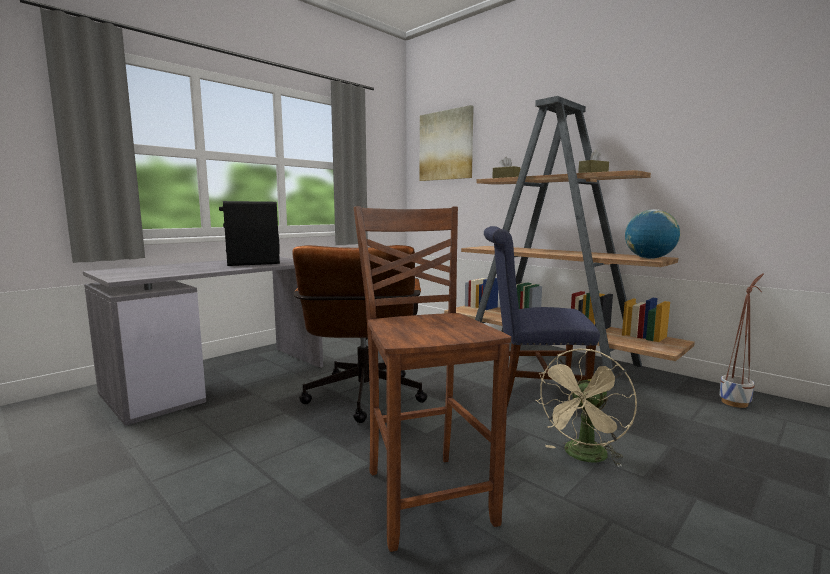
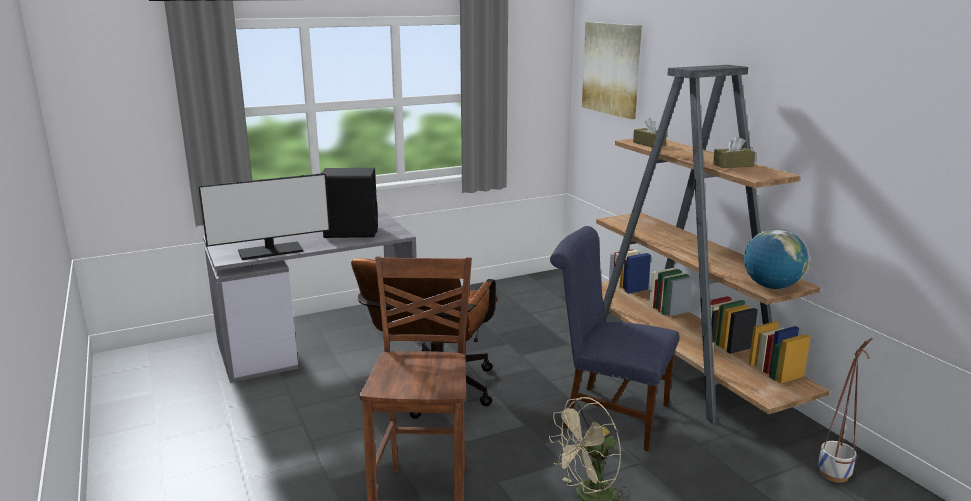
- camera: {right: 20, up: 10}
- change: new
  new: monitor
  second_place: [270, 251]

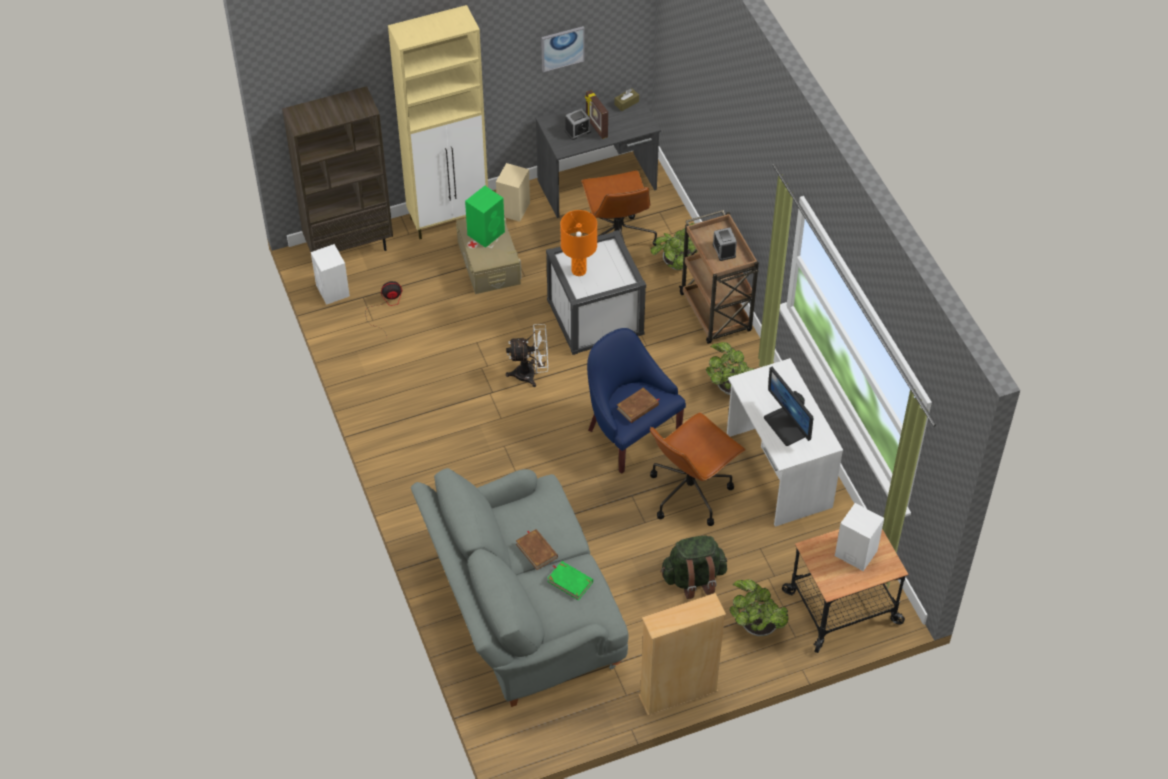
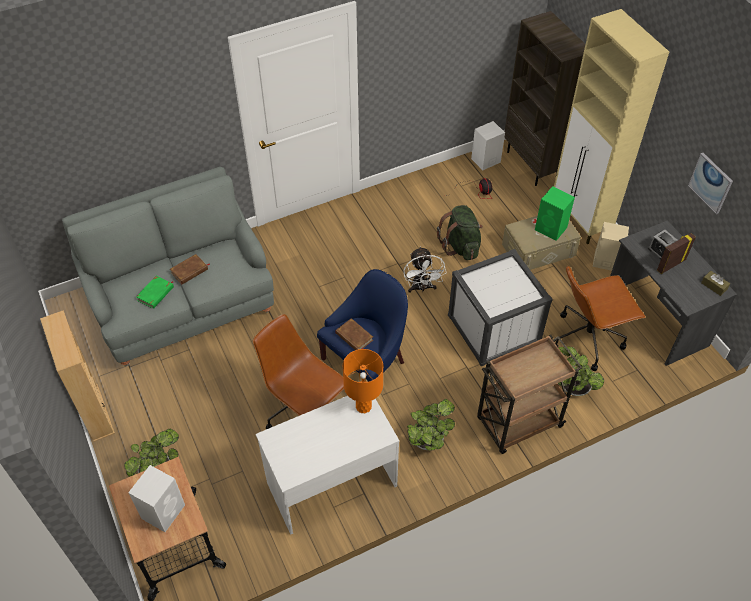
- camera: {right: 85, up: 0}
- change: gone
  old: alarm clock
  first_place: [724, 250]
- change: gone
  old: monitor
  first_place: [787, 426]
- change: shifted
  old: orange table lamp
  first_place: [579, 271]
  second_place: [363, 406]
- change: shifted
  old: green backpack
  first_place: [693, 578]
  second_place: [460, 246]

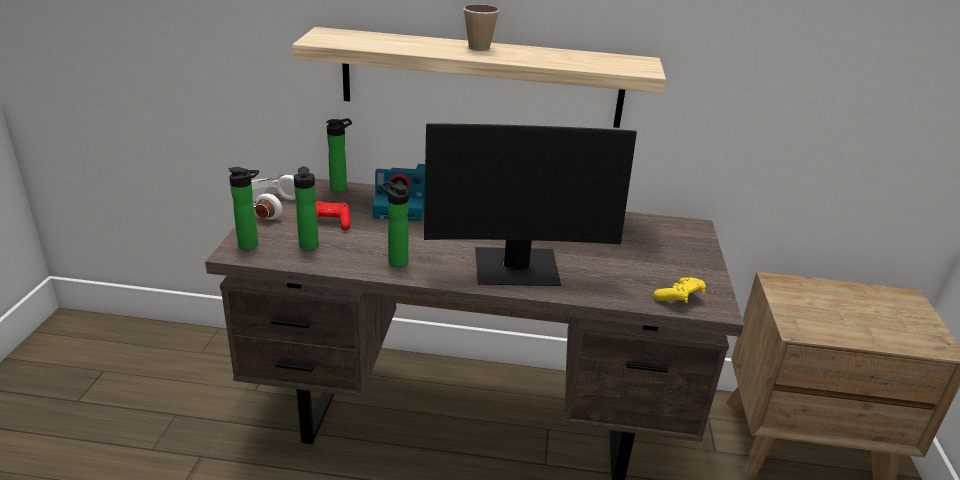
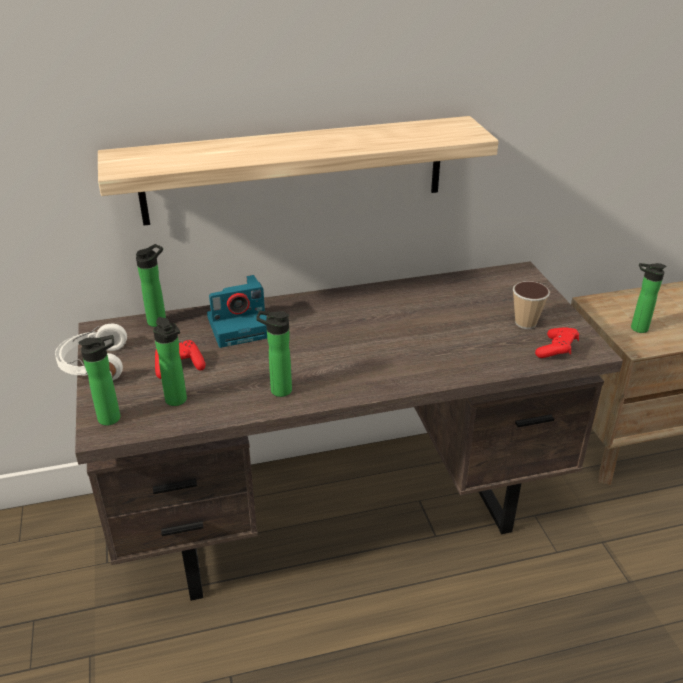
- camera: {right: -20, up: 5}
- change: gone
  old: monitor
  first_place: [516, 269]
- change: new
  new: bottle
  second_place: [636, 328]
- change: shifted
  old: cup
  first_place: [479, 48]
  second_place: [525, 323]
- change: repainted
  old: yellow game controller
  new: red game controller
  first_place: [679, 298]
  second_place: [556, 350]

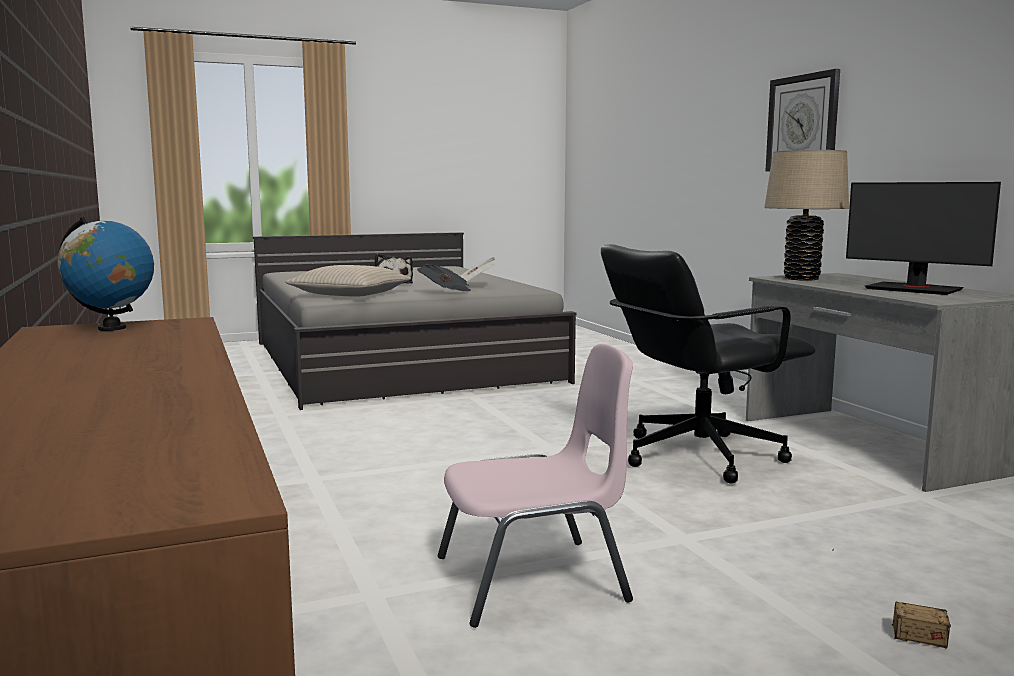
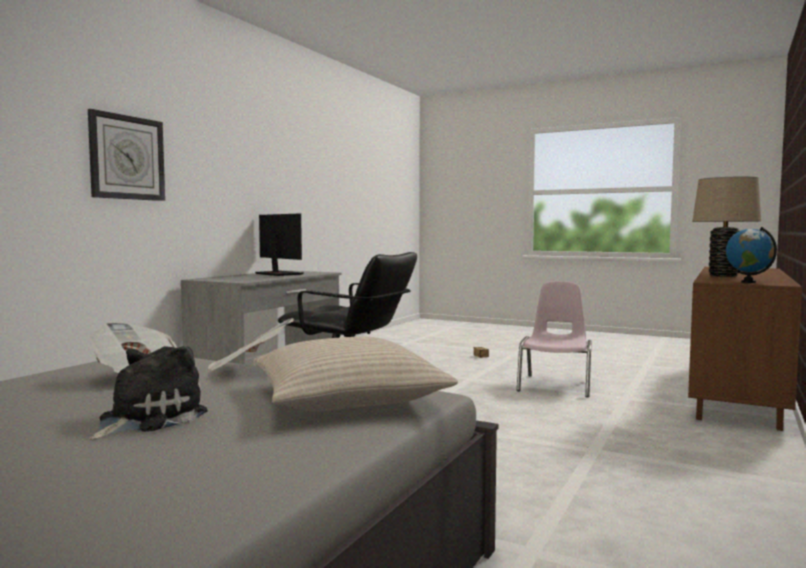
- camera: {right: -130, up: -5}
- change: shifted
  old: beige table lamp
  first_place: [801, 278]
  second_place: [723, 275]
- change: rotated
  old: pink chair
  first_place: [534, 580]
  second_place: [556, 385]
  degrees: 75
- change: rotated
  old: monitor
  first_place: [914, 289]
  second_place: [278, 274]
  degrees: -45

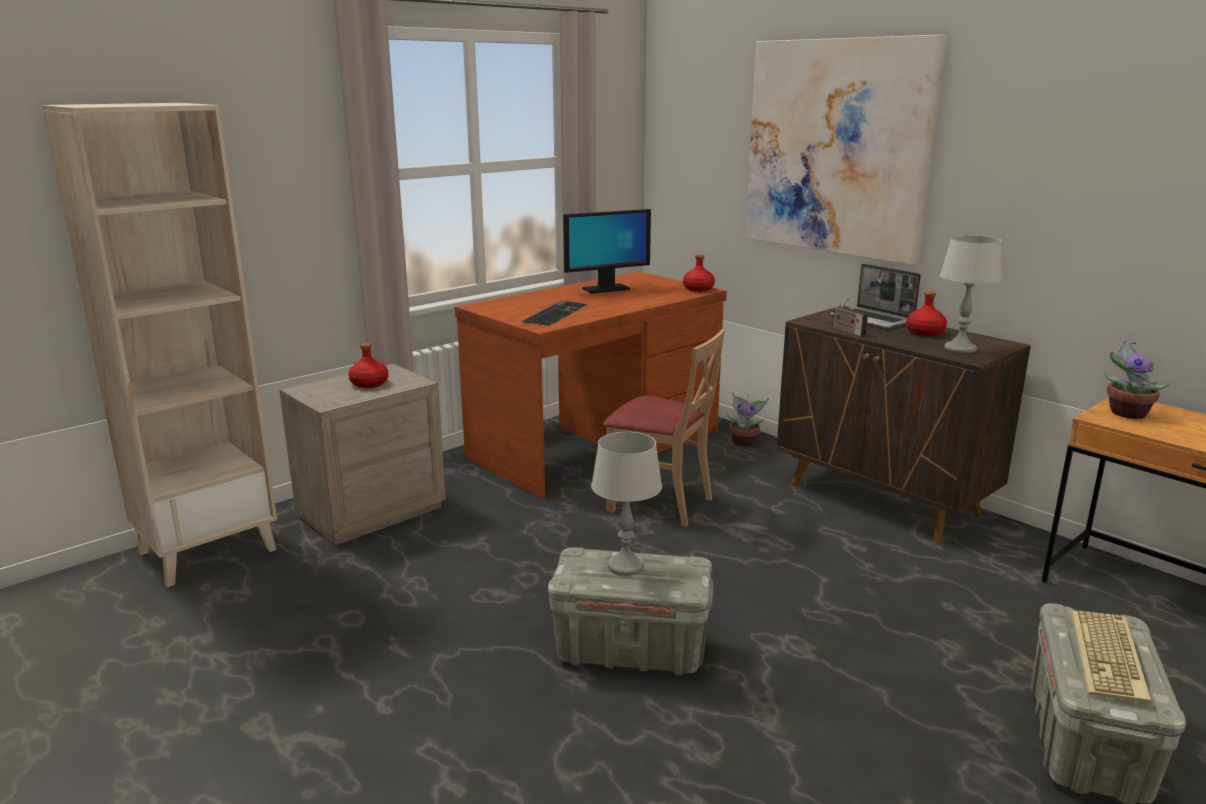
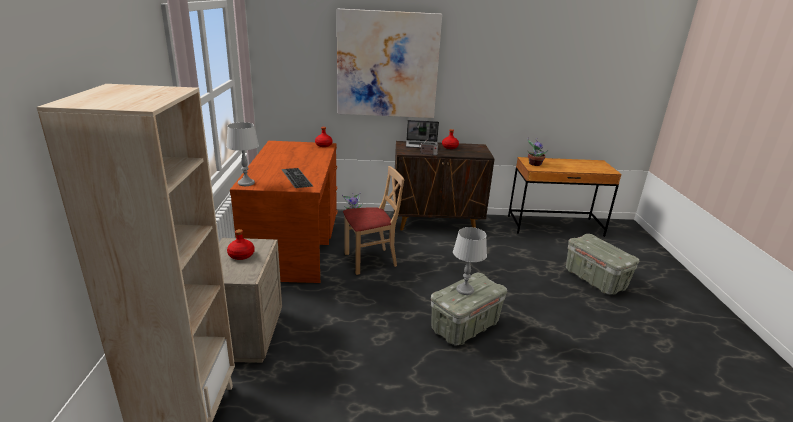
- camera: {right: -50, up: 5}
- change: gone
  old: monitor
  first_place: [605, 289]
- change: gone
  old: keyboard
  first_place: [1110, 657]
- change: shifted
  old: grey table lamp
  first_place: [960, 349]
  second_place: [246, 183]

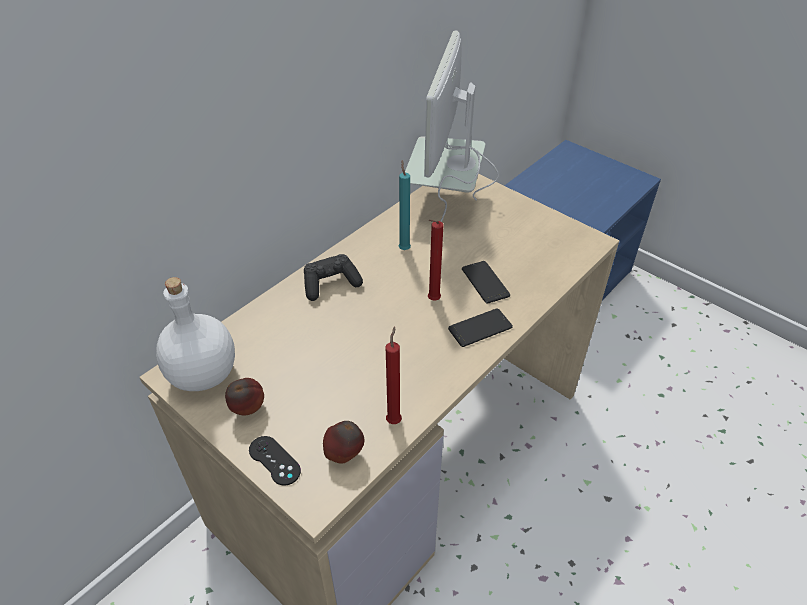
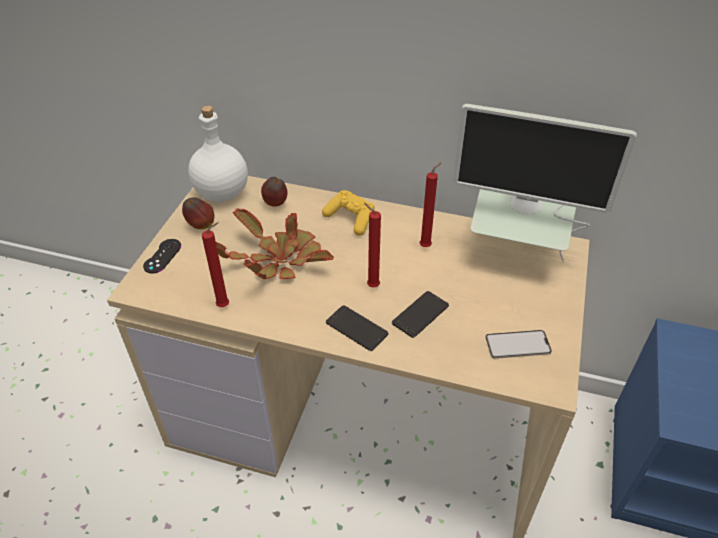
- camera: {right: 65, up: 0}
- change: new
  new: potted plant
  second_place: [278, 261]
- change: new
  new: phone
  second_place: [518, 344]
- change: shifted
  old: apple
  first_place: [344, 455]
  second_place: [276, 205]
- change: repainted
  old: black game controller
  new: yellow game controller
  first_place: [330, 284]
  second_place: [350, 219]
- change: repainted
  old: turquoise candle
  new: red candle
  first_place: [404, 248]
  second_place: [427, 246]
- change: rotated
  old: monitor
  first_place: [446, 202]
  second_place: [516, 252]
  degrees: -150

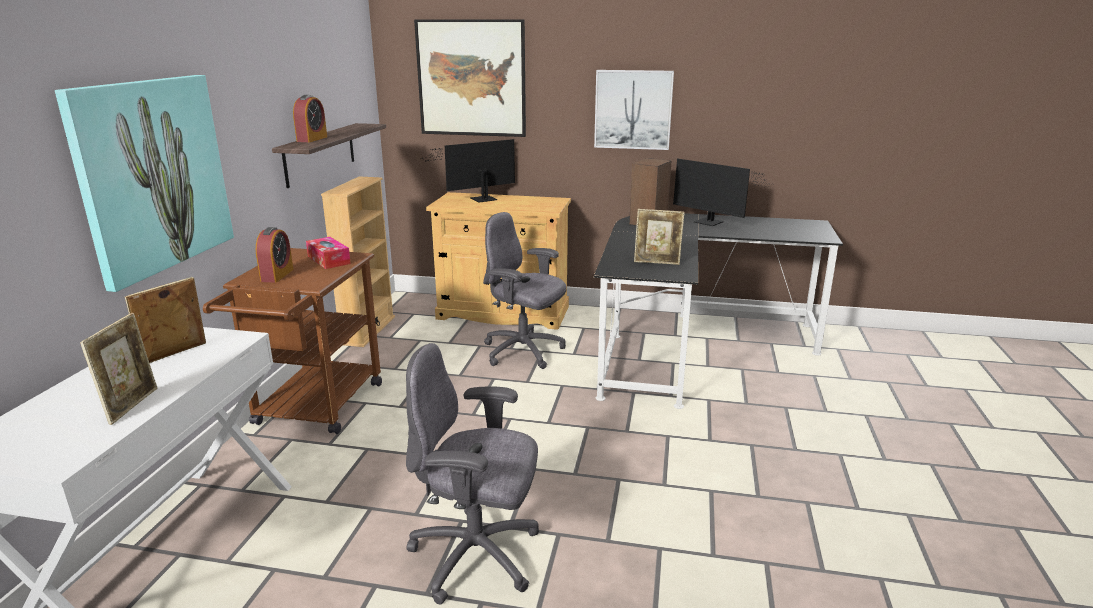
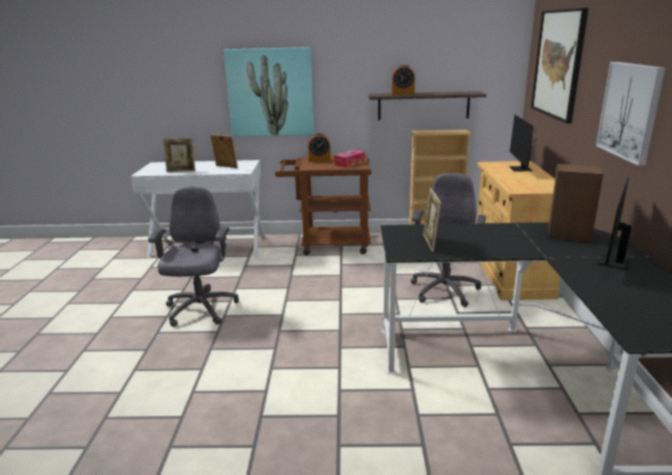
- camera: {right: 80, up: 0}
- change: rotated
  old: monitor
  first_place: [479, 199]
  second_place: [520, 169]
  degrees: -135

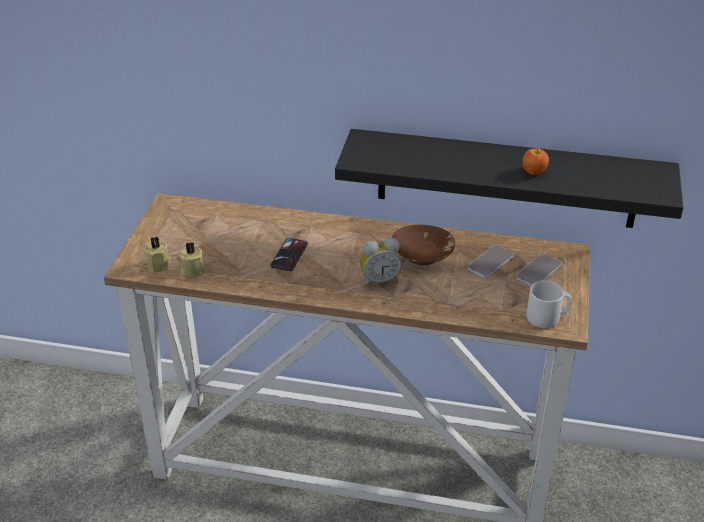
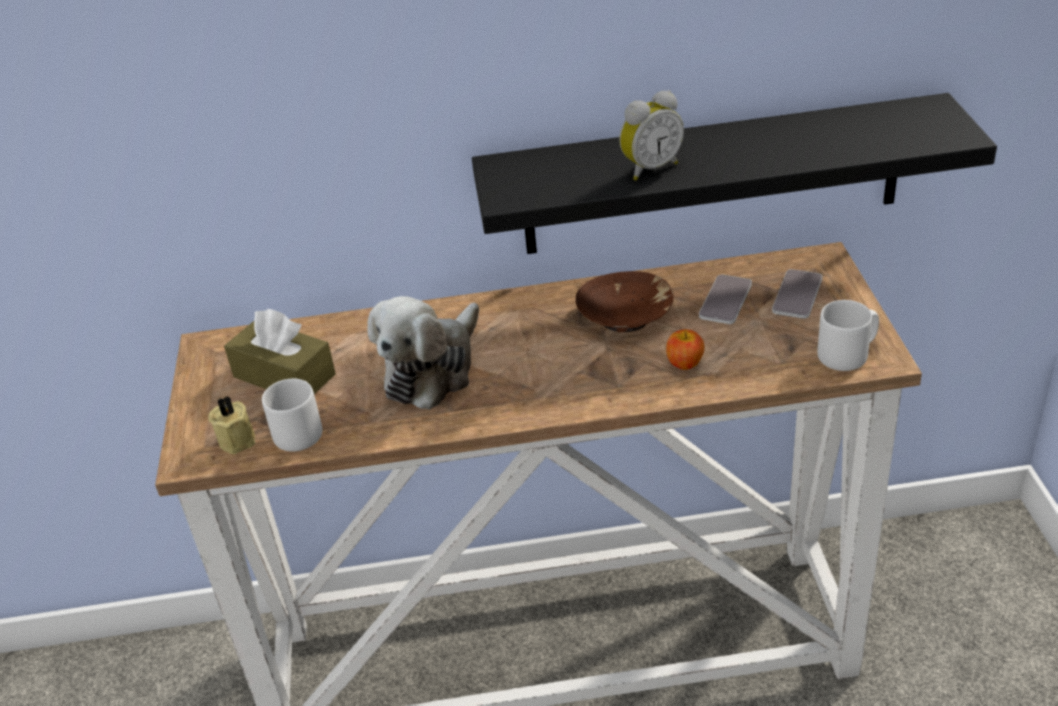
- camera: {right: -15, up: 0}
- change: new
  new: brown tissue box
  second_place: [284, 376]
- change: shifted
  old: alarm clock
  first_place: [379, 280]
  second_place: [650, 168]
- change: shifted
  old: apple
  first_place: [534, 171]
  second_place: [685, 363]
- change: swapped
  old: beige candle
  new: grey mug
  first_place: [192, 269]
  second_place: [294, 432]
- change: swapped
  old: phone
  new: plush toy
  first_place: [289, 255]
  second_place: [432, 369]

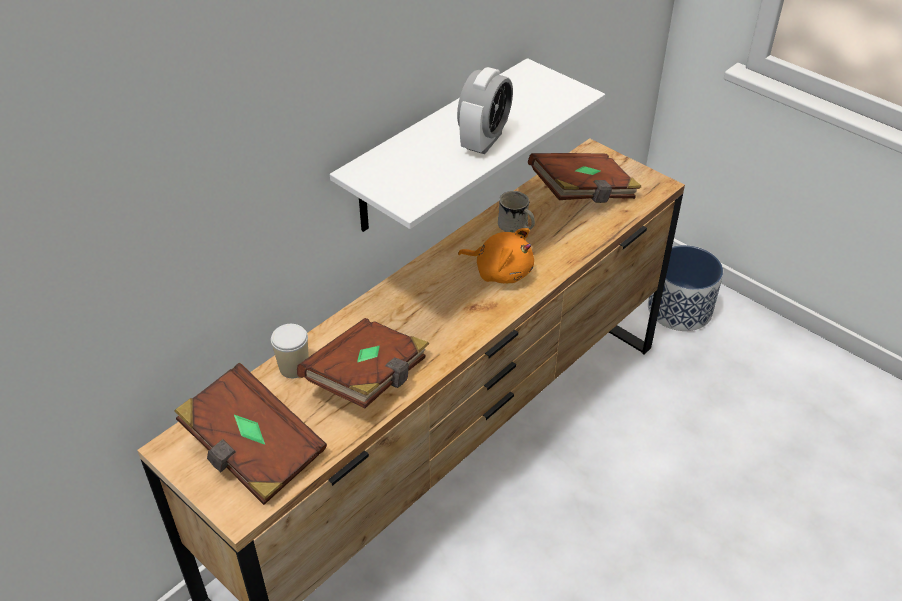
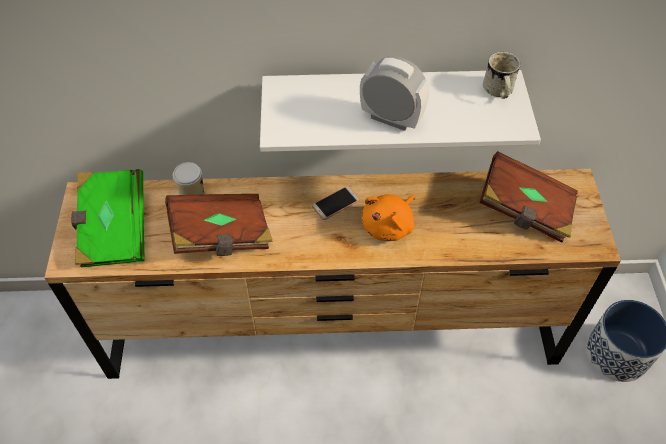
- camera: {right: 45, up: 10}
- change: new
  new: phone
  second_place: [336, 203]
- change: shifted
  old: white mug
  first_place: [516, 228]
  second_place: [498, 92]
- change: repainted
  old: brown book
  new: green book
  first_place: [253, 451]
  second_place: [113, 230]
- change: rotated
  old: alarm clock
  first_place: [484, 141]
  second_place: [391, 118]
  degrees: -135
- change: rotated
  old: orange plush toy
  first_place: [500, 271]
  second_place: [389, 226]
  degrees: 60

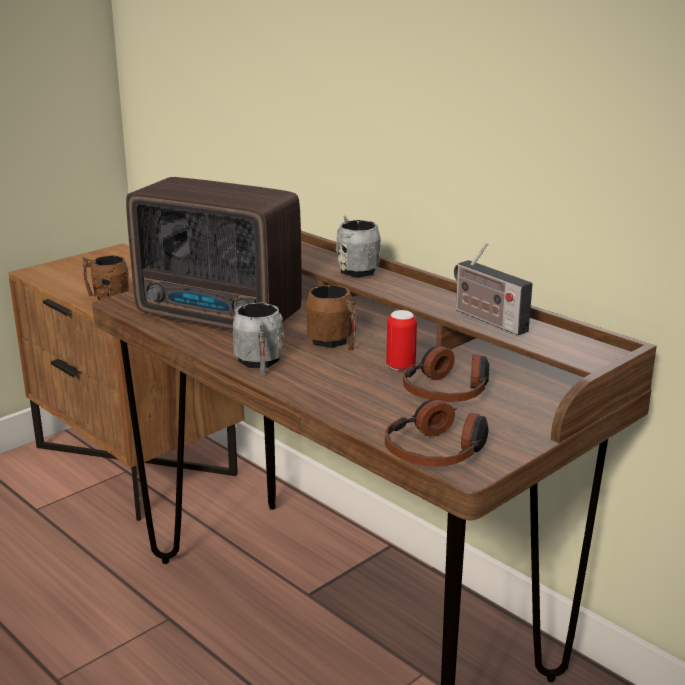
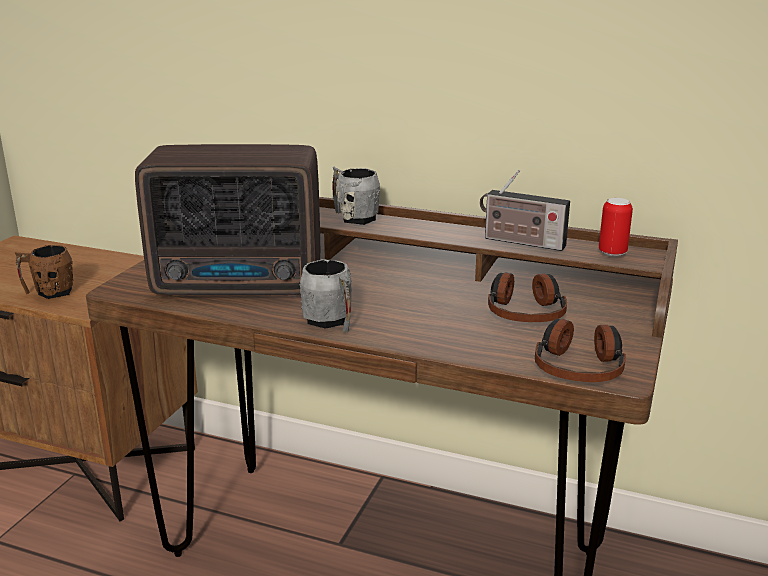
- camera: {right: -25, up: 0}
- change: gone
  old: brown mug
  first_place: [334, 342]
- change: shifted
  old: can
  first_place: [400, 367]
  second_place: [612, 253]

